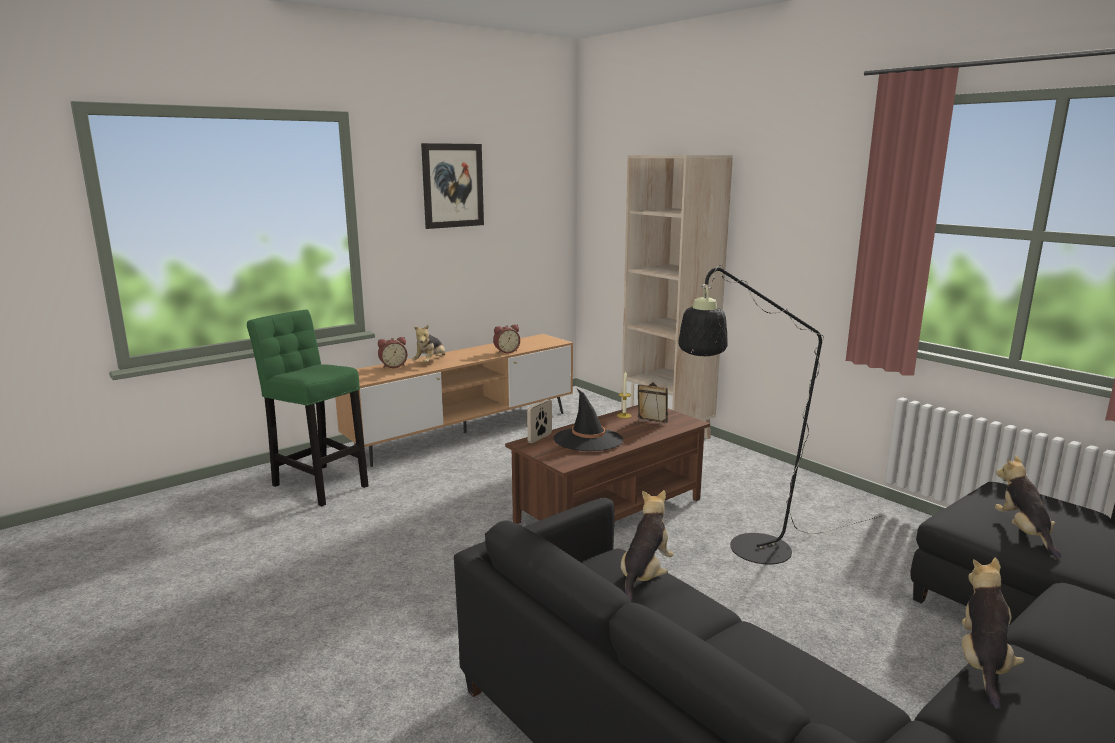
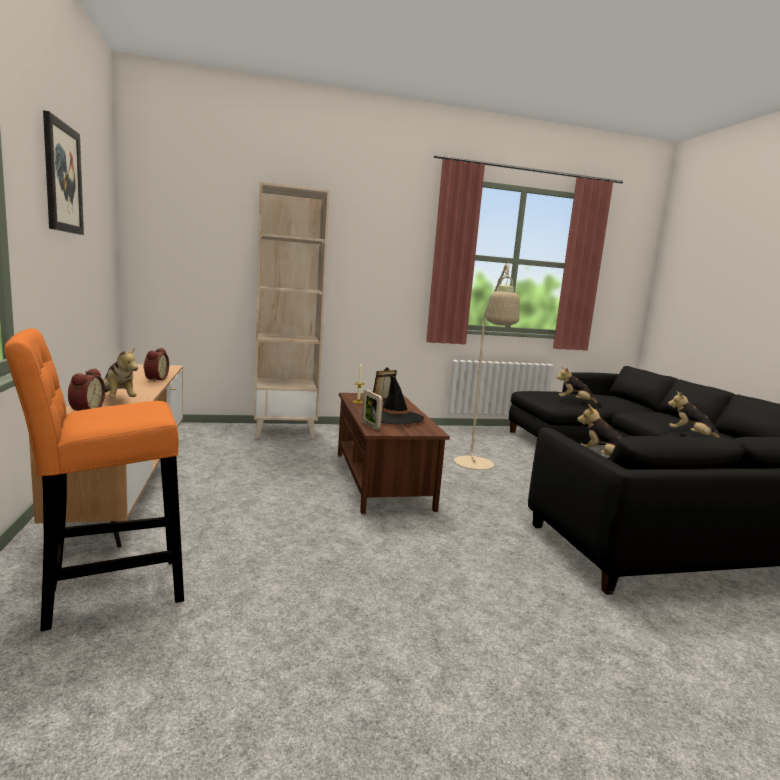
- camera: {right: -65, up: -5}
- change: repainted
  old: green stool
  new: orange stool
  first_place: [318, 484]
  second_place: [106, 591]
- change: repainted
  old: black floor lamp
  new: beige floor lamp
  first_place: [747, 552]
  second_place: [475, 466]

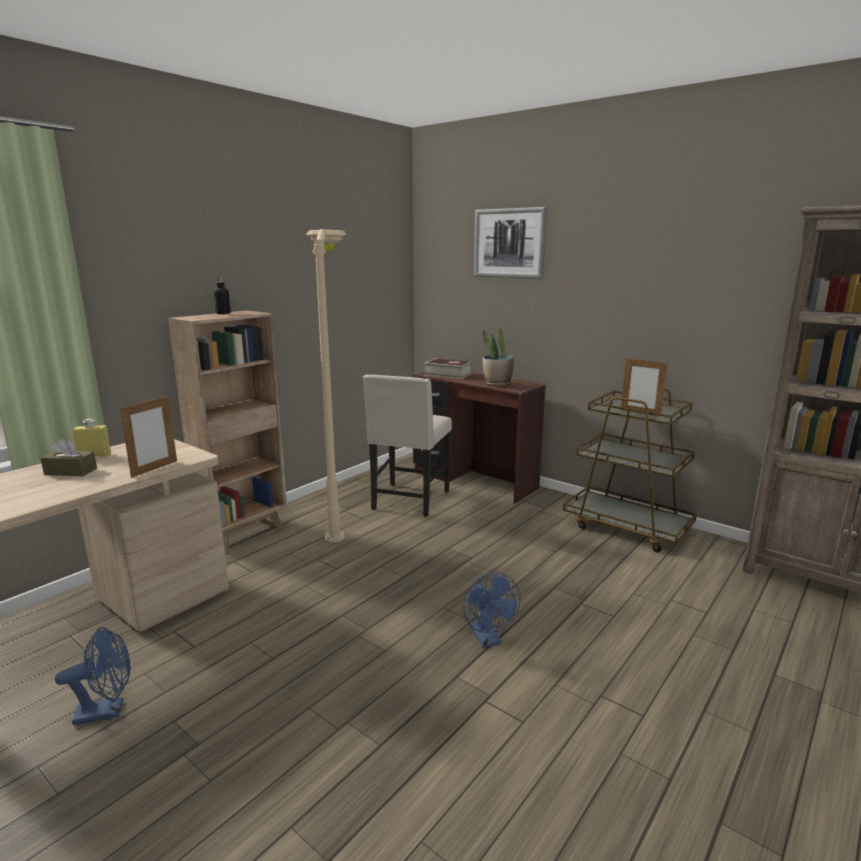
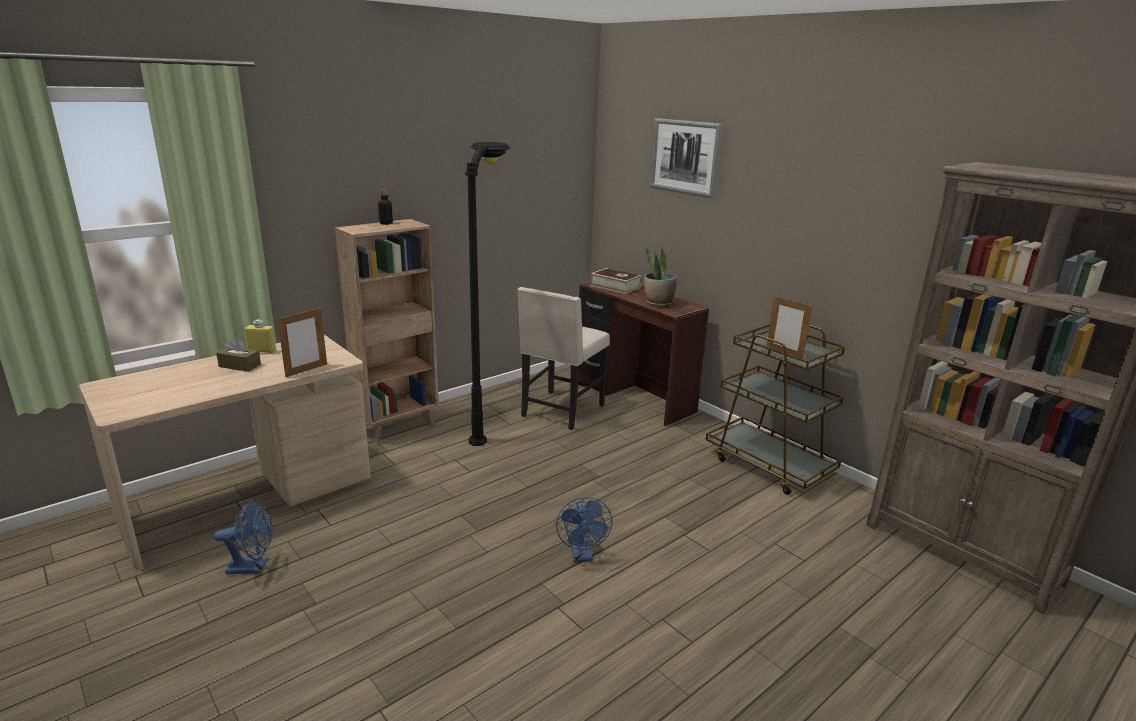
- camera: {right: 10, up: 5}
- change: repainted
  old: beige floor lamp
  new: black floor lamp
  first_place: [338, 512]
  second_place: [489, 415]

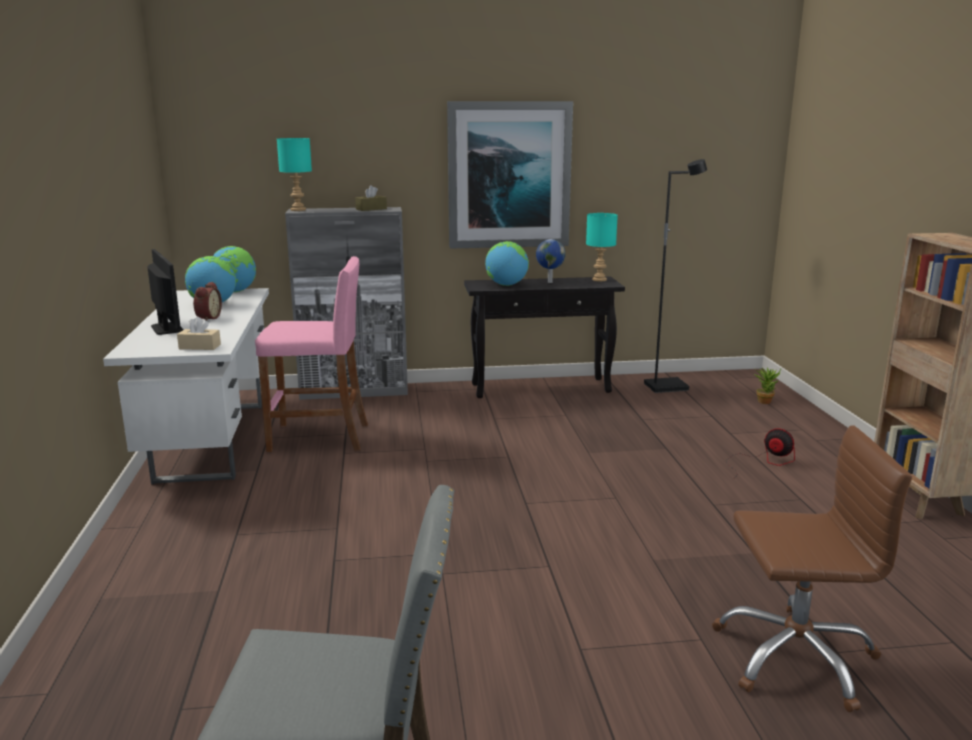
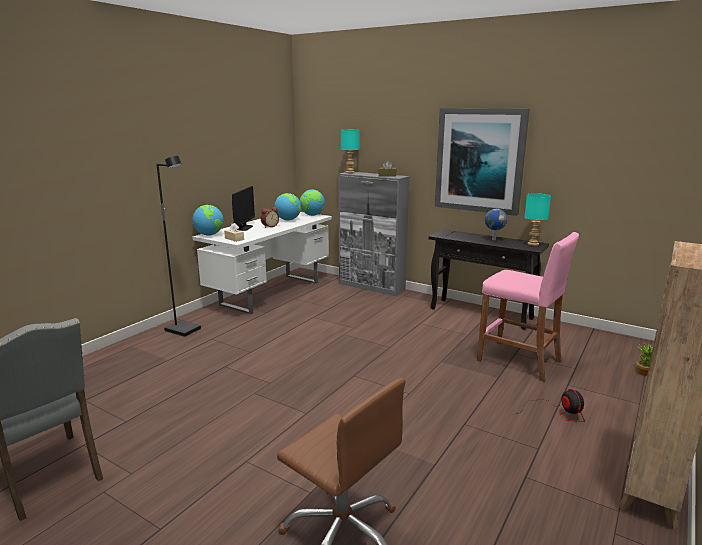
- camera: {right: 40, up: 0}
- change: shifted
  old: pink stool
  first_place: [319, 437]
  second_place: [519, 361]
- change: shifted
  old: globe
  first_place: [506, 285]
  second_place: [209, 235]
- change: shifted
  old: black floor lamp
  first_place: [666, 387]
  second_place: [183, 330]

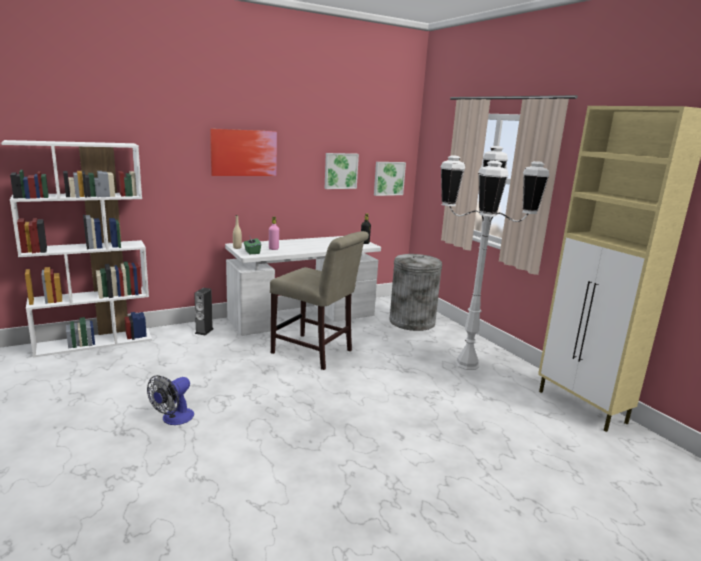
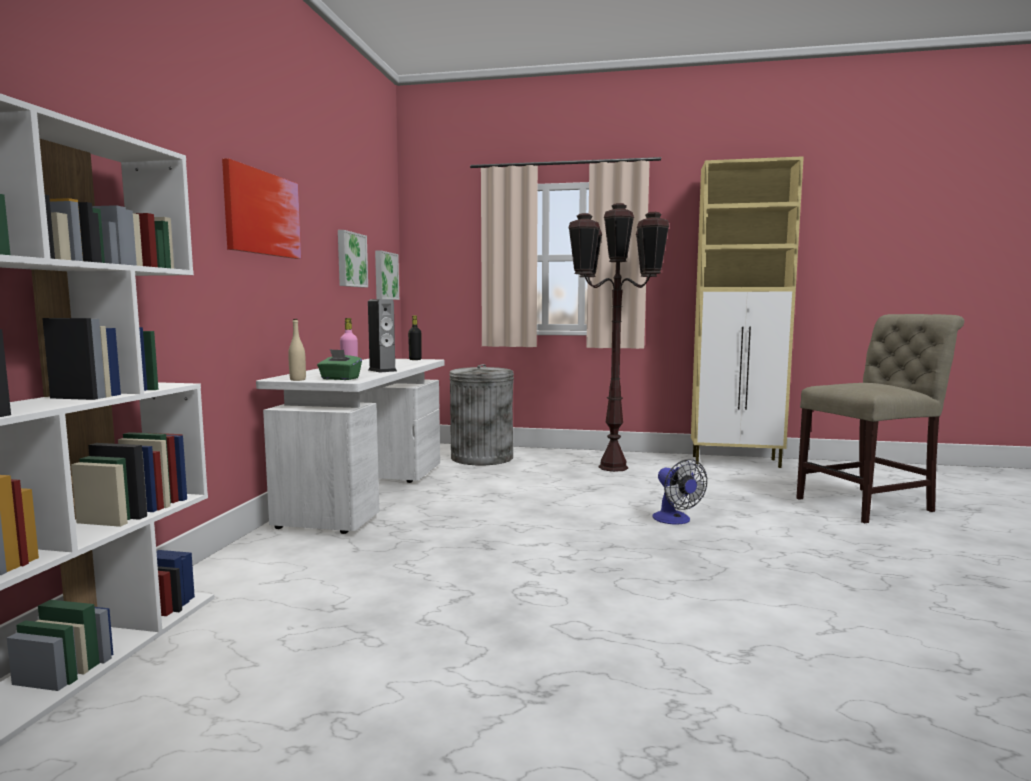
- camera: {right: -50, up: -10}
- change: shifted
  old: fan
  first_place: [173, 419]
  second_place: [675, 520]
- change: shifted
  old: speaker
  first_place: [204, 331]
  second_place: [382, 370]
- change: shifted
  old: beige chair
  first_place: [315, 353]
  second_place: [870, 504]
- change: repainted
  old: white floor lamp
  new: brown floor lamp
  first_place: [467, 364]
  second_place: [613, 467]

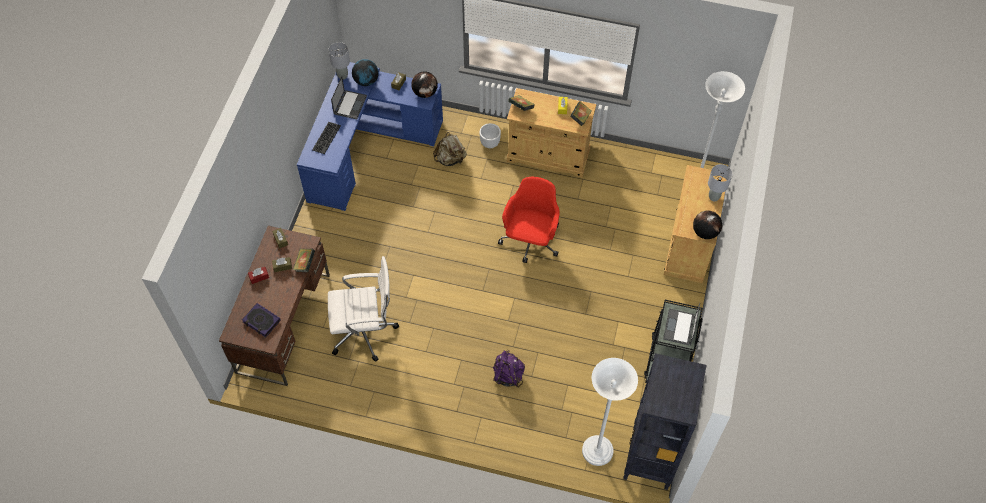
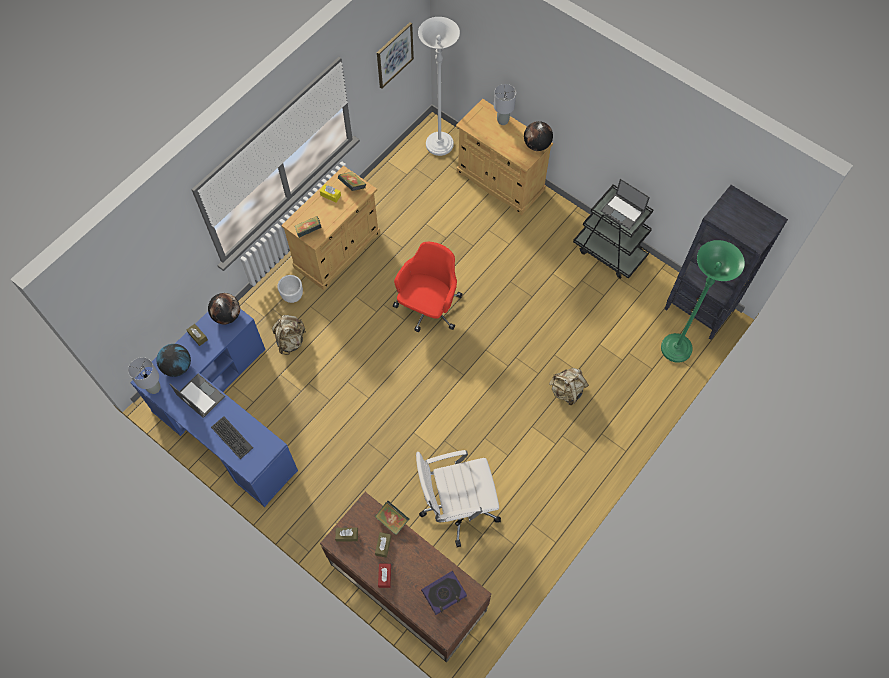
- camera: {right: -65, up: 5}
- change: new
  new: picture
  second_place: [394, 55]
- change: repainted
  old: purple backpack
  new: beige backpack
  first_place: [508, 375]
  second_place: [567, 391]
- change: repainted
  old: white floor lamp
  new: green floor lamp
  first_place: [597, 451]
  second_place: [676, 349]
- change: rotated
  old: white office chair
  first_place: [365, 331]
  second_place: [457, 506]
  degrees: -120
- change: rotated
  old: red office chair
  first_place: [530, 241]
  second_place: [428, 308]
  degrees: 75

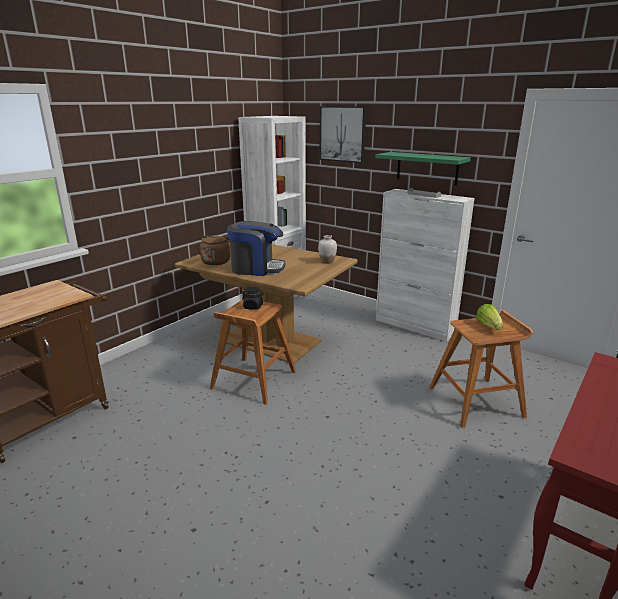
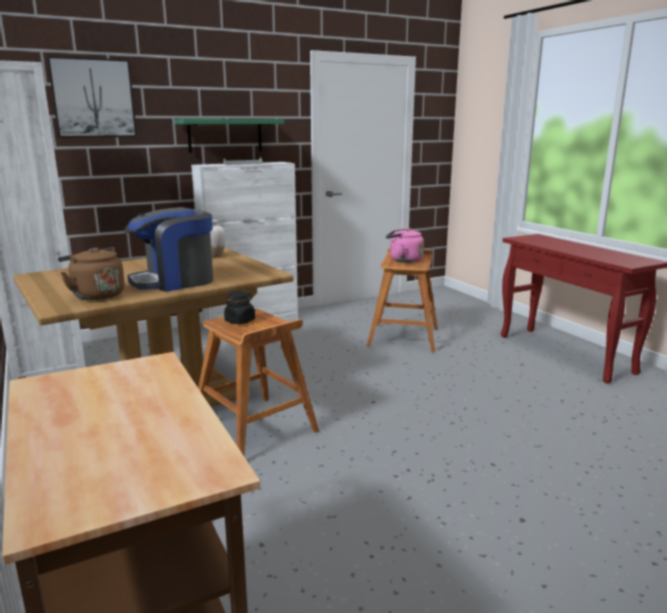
- camera: {right: -65, up: -5}
- change: swapped
  old: lettuce
  new: pink kettle
  first_place: [489, 326]
  second_place: [403, 260]
- change: rotated
  old: coffee machine
  first_place: [256, 268]
  second_place: [174, 281]
  degrees: -150

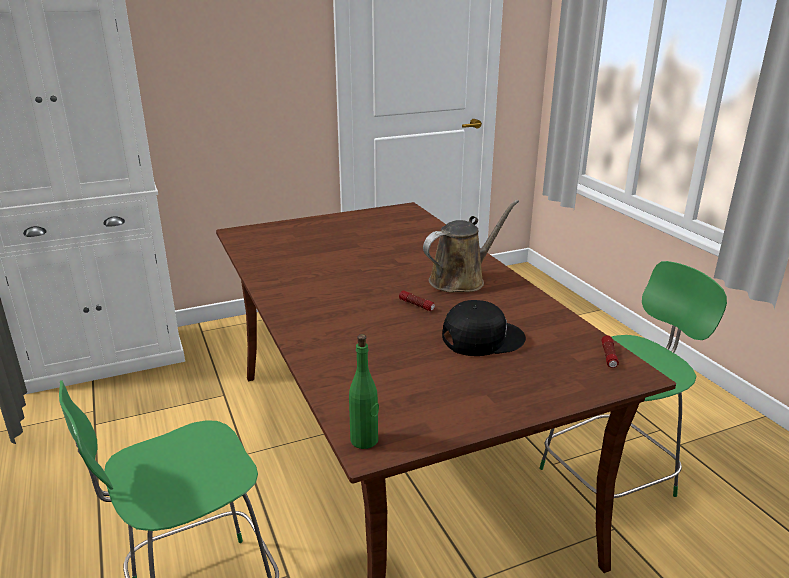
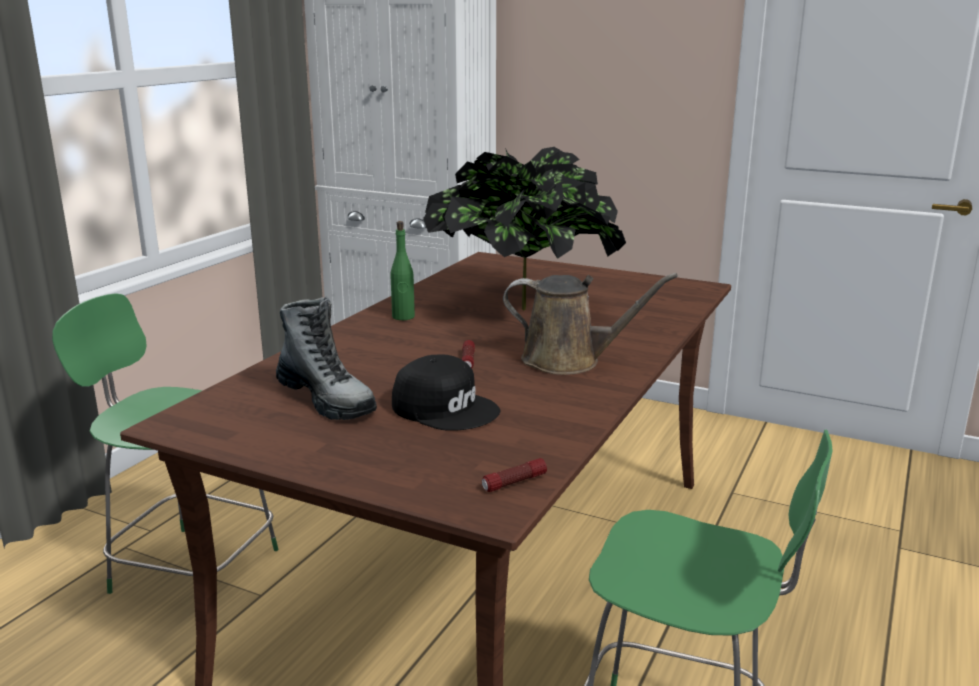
- camera: {right: 50, up: -5}
- change: new
  new: boot
  second_place: [327, 399]
- change: new
  new: potted plant
  second_place: [522, 308]
- change: shifted
  old: green bottle
  first_place: [364, 440]
  second_place: [403, 317]

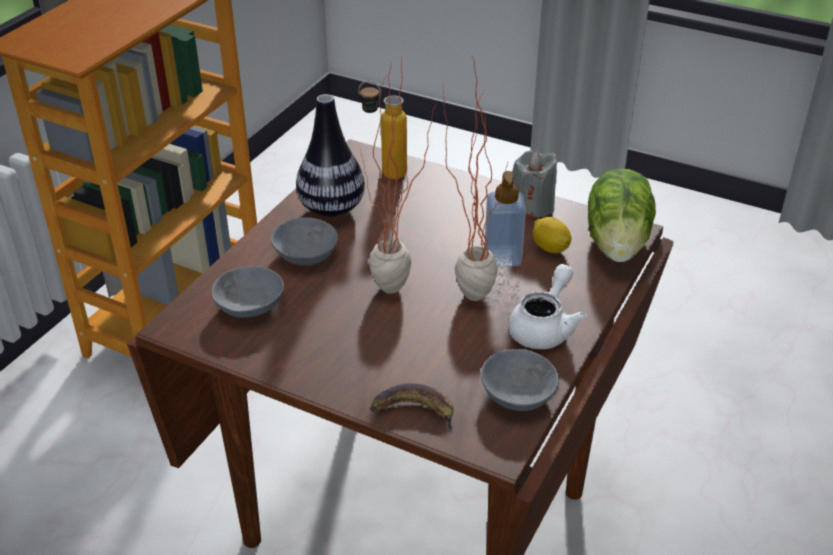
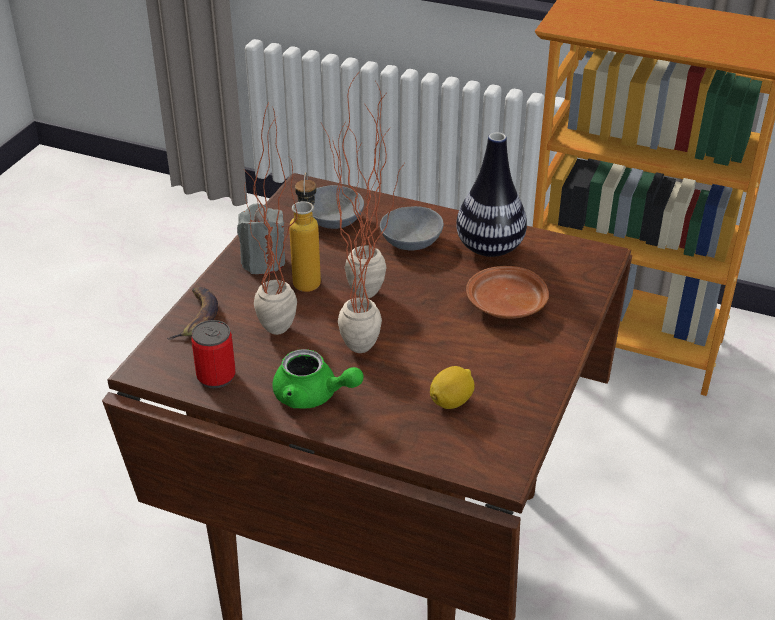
- camera: {right: 85, up: 0}
- change: gone
  old: soap dispenser
  first_place: [502, 257]
- change: gone
  old: lettuce
  first_place: [618, 242]
- change: new
  new: potted plant
  second_place: [278, 338]
- change: new
  new: brown plate
  second_place: [506, 305]
- change: shifted
  old: bottle
  first_place: [384, 172]
  second_place: [308, 277]
- change: shifted
  old: grey candle
  first_place: [532, 206]
  second_place: [263, 262]
- change: swapped
  old: grey bowl
  new: can
  first_place: [515, 393]
  second_place: [216, 376]
- change: repainted
  old: white teapot
  new: green teapot
  first_place: [544, 327]
  second_place: [313, 396]

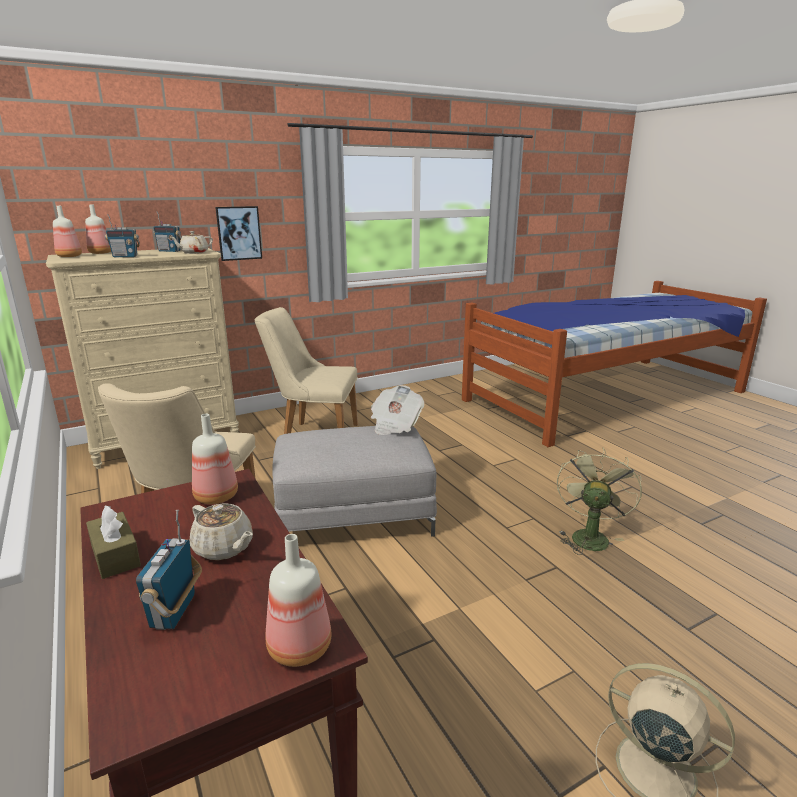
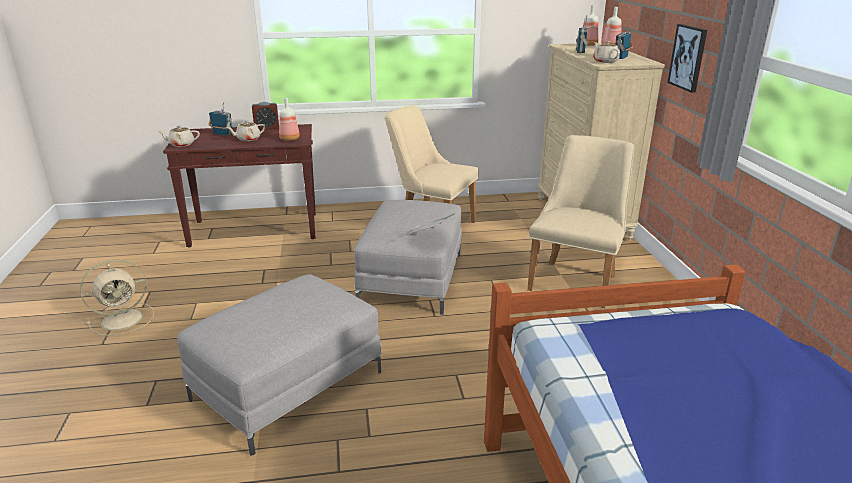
- camera: {right: 110, up: 5}
- change: swapped
  old: brown tissue box
  new: alarm clock
  first_place: [115, 555]
  second_place: [266, 128]
- change: swapped
  old: bottle
  new: beige teapot
  first_place: [297, 647]
  second_place: [181, 144]
- change: swapped
  old: green fan
  new: grey ottoman
  first_place: [589, 536]
  second_place: [287, 385]

